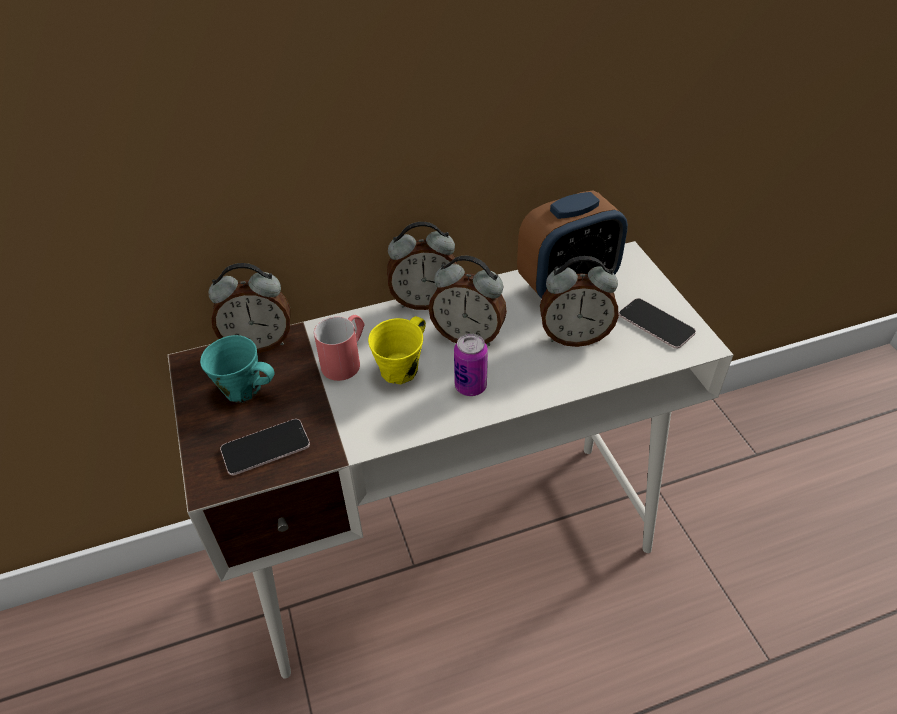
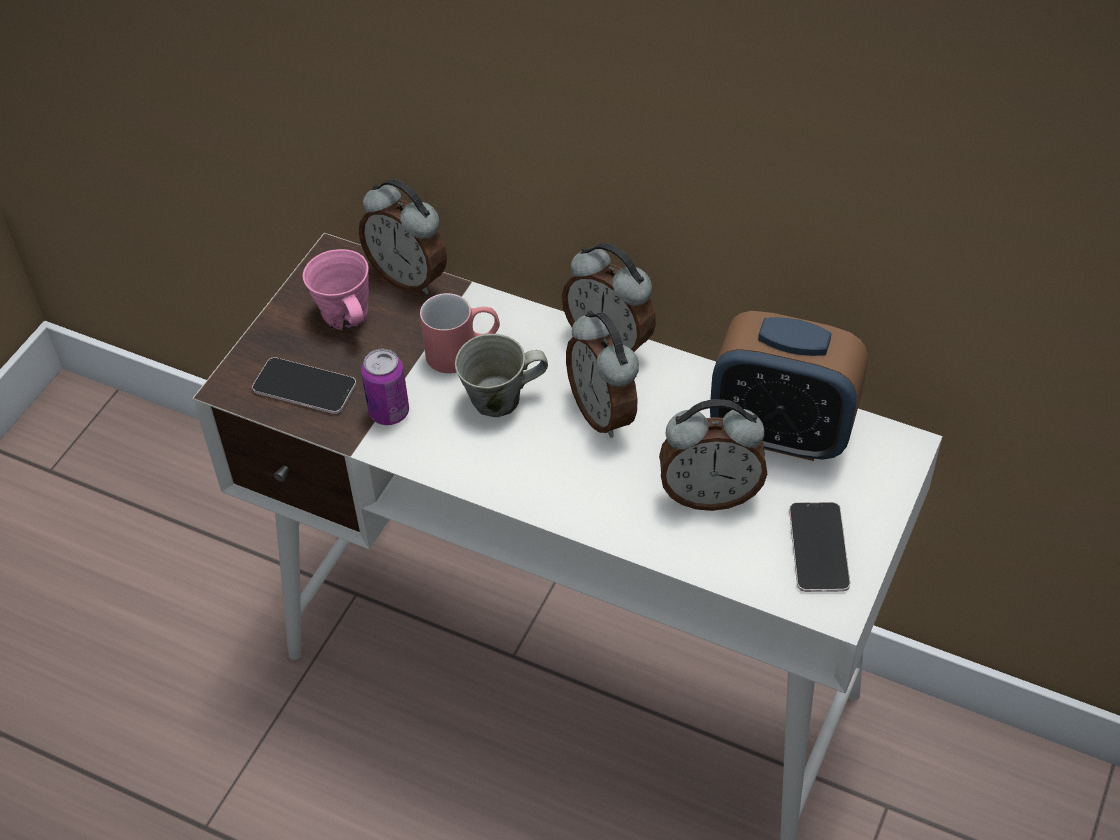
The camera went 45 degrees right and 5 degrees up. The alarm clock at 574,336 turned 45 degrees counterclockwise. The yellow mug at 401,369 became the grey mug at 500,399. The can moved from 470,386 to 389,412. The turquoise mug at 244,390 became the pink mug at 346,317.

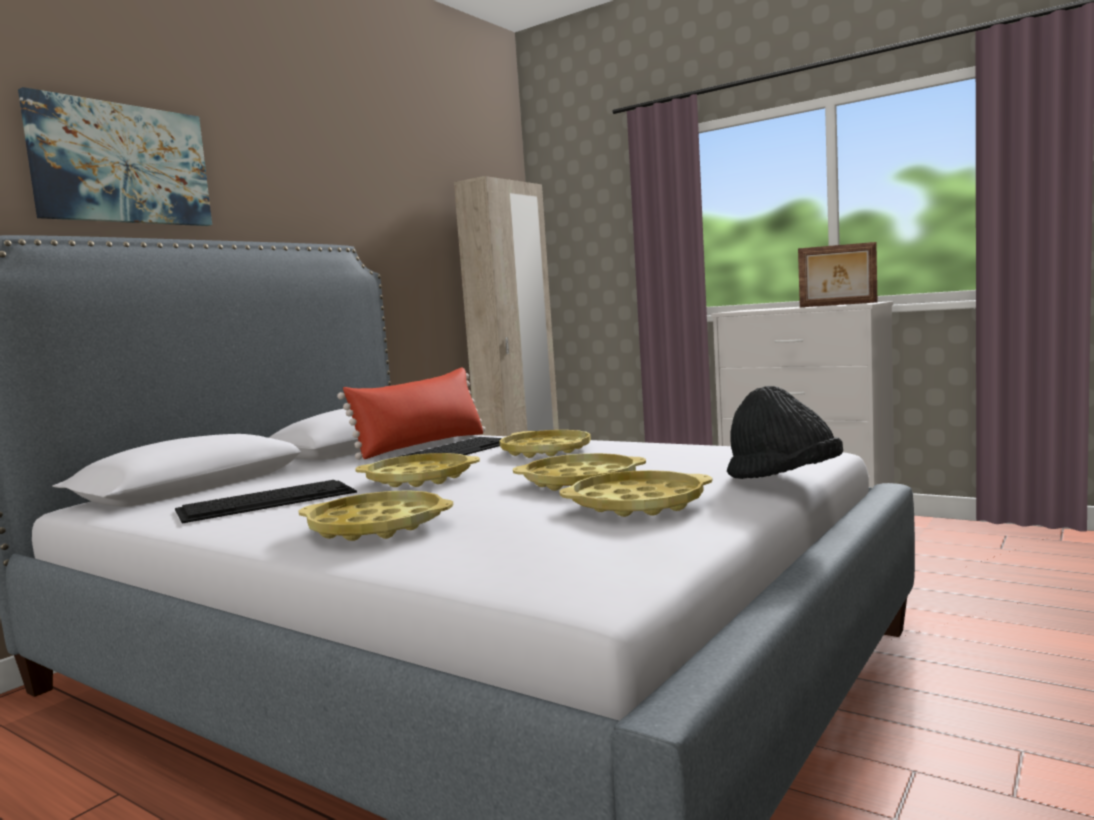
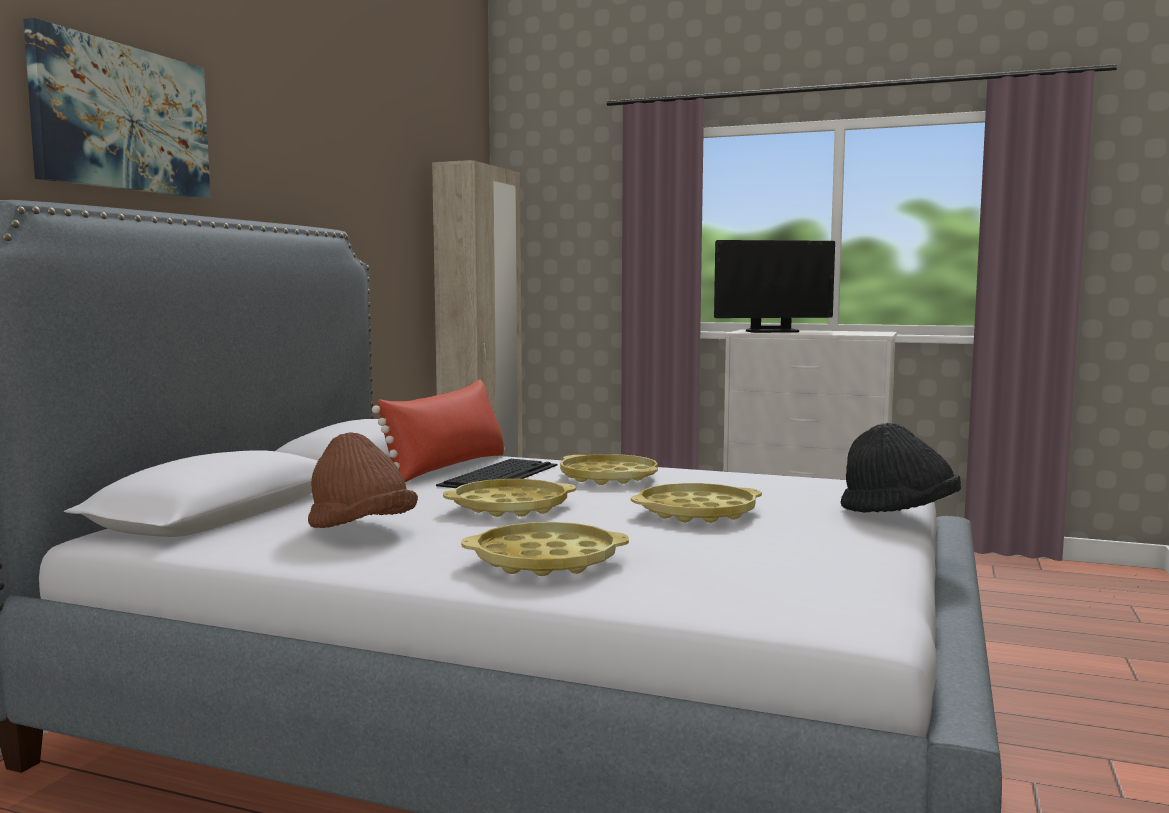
The camera went 15 degrees left and 0 degrees up. The picture frame at 838,304 disappeared. The yellow tray at 637,504 disappeared. The keyboard at 268,500 was replaced by the brown hat at 361,530. The monitor at 772,331 appeared.

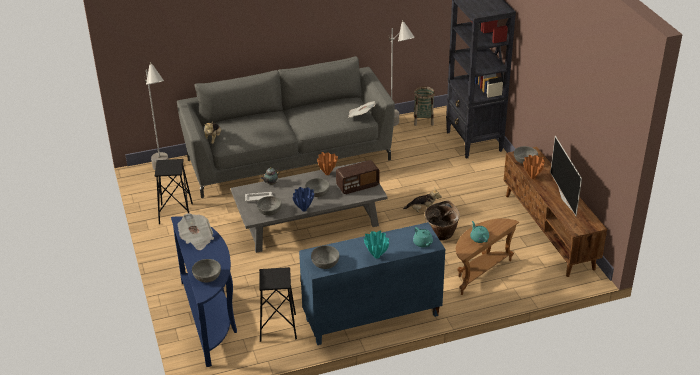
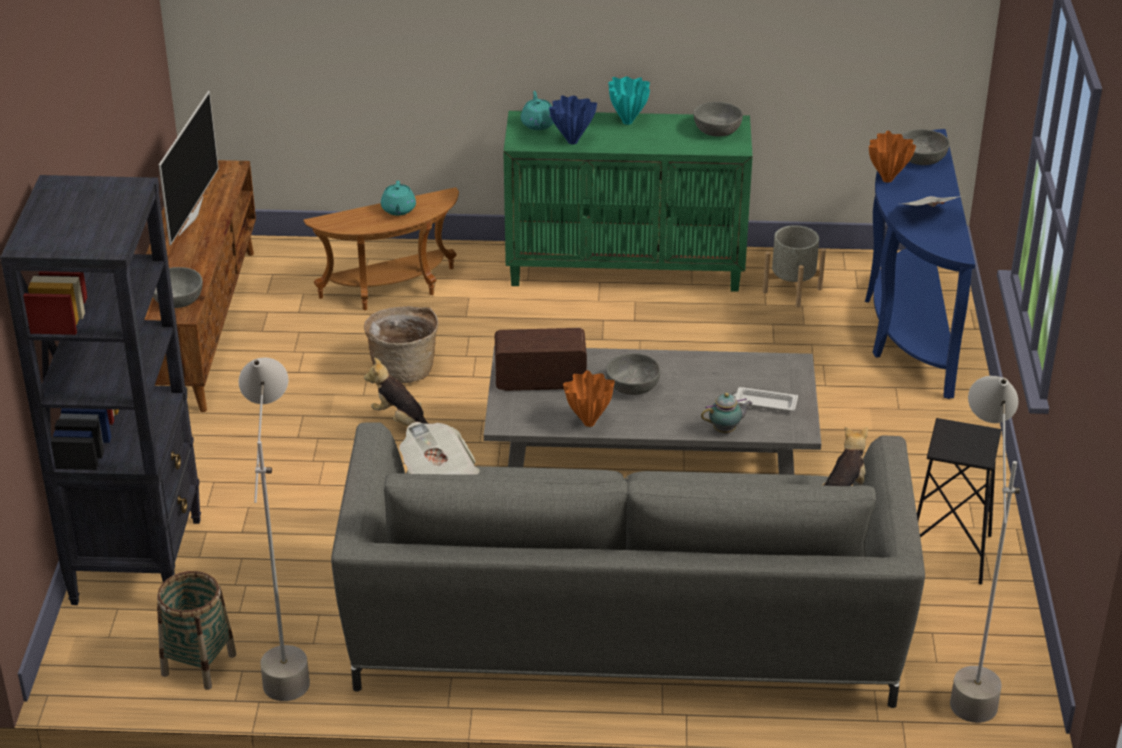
The camera went 160 degrees left and 0 degrees up. The orange vase moved from 532,177 to 887,180. The blue vase moved from 304,209 to 571,142. The grey bowl at 269,211 disappeared. The blue cabinet at 371,318 became the green cabinet at 626,269. The black stool at 278,327 was replaced by the grey planter at 792,290.

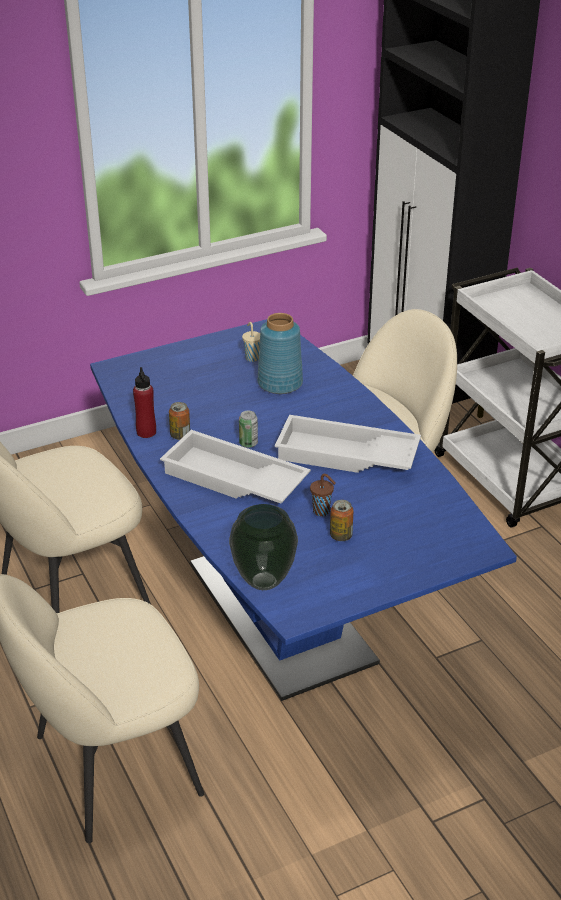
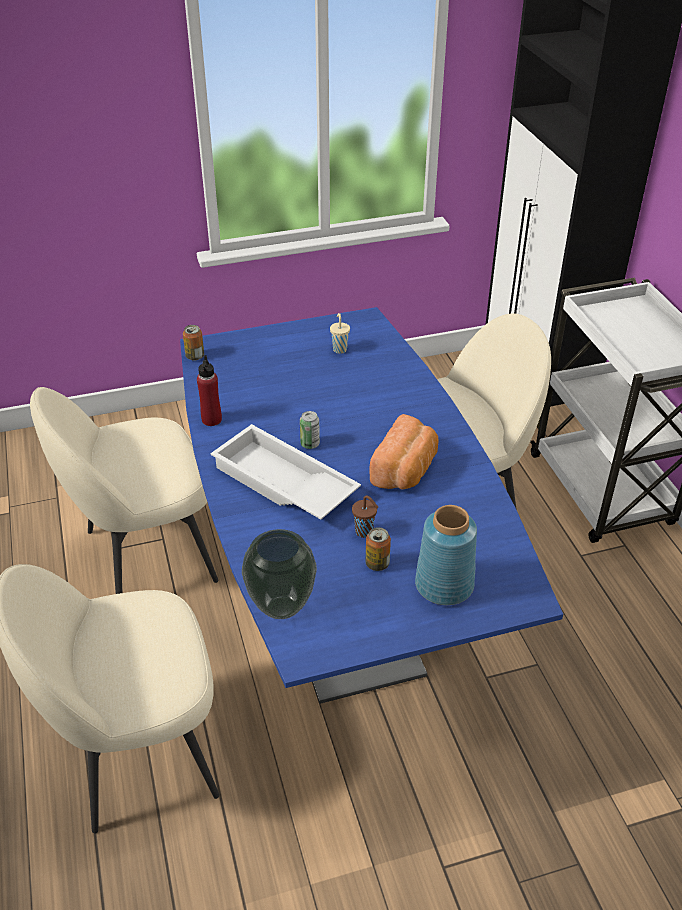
The camera went 10 degrees right and 5 degrees up. The blue vase moved from 281,383 to 445,584. The can moved from 180,435 to 195,356. The white tray at 345,456 was replaced by the bread at 406,470.

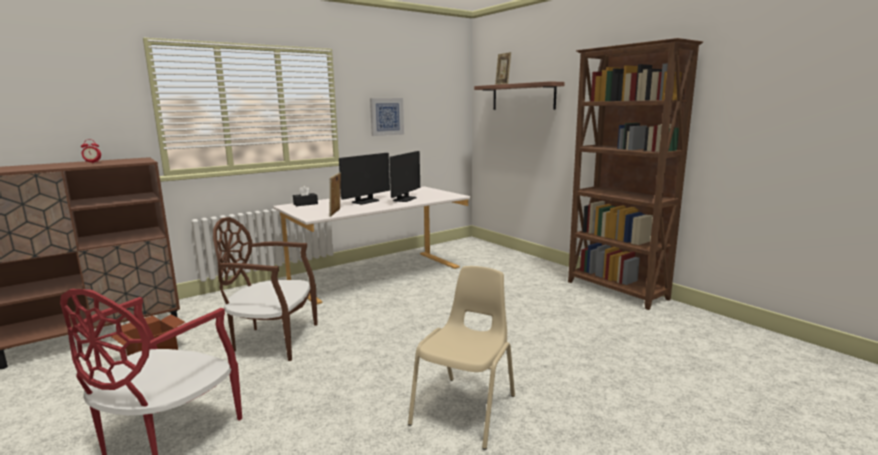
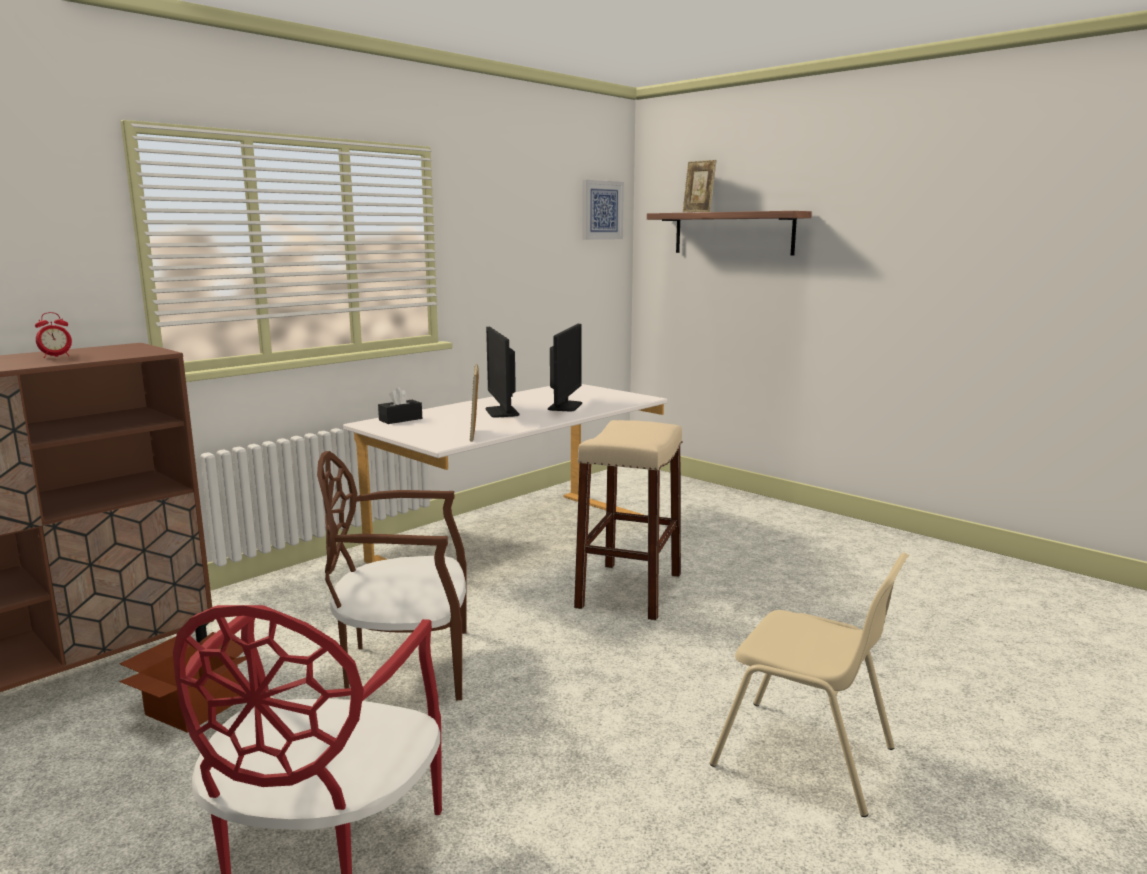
The camera went 10 degrees left and 0 degrees up. The brown bookcase at 616,291 disappeared. The picture moved from 386,116 to 601,210. The monitor at 365,201 turned 135 degrees clockwise. The beige chair at 466,409 turned 105 degrees clockwise. The beige stool at 629,591 appeared.

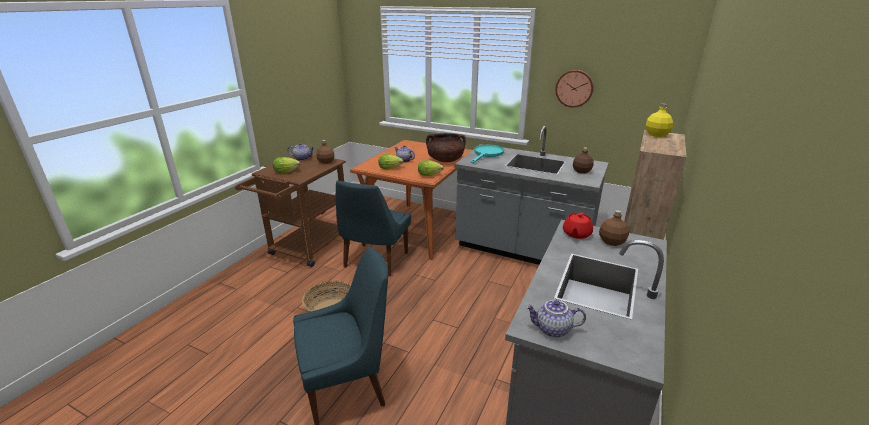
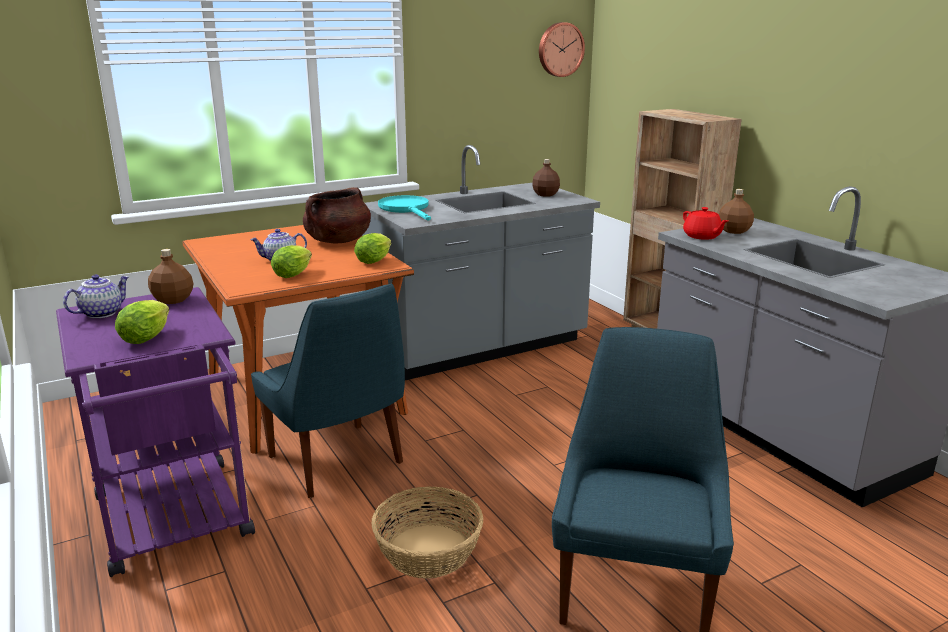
The camera went 55 degrees left and 5 degrees down. The wall clock moved from 574,88 to 560,49. The yellow bottle at 656,134 disappeared. The brown cart at 305,249 became the purple cart at 176,524. The teapot at 552,330 disappeared.

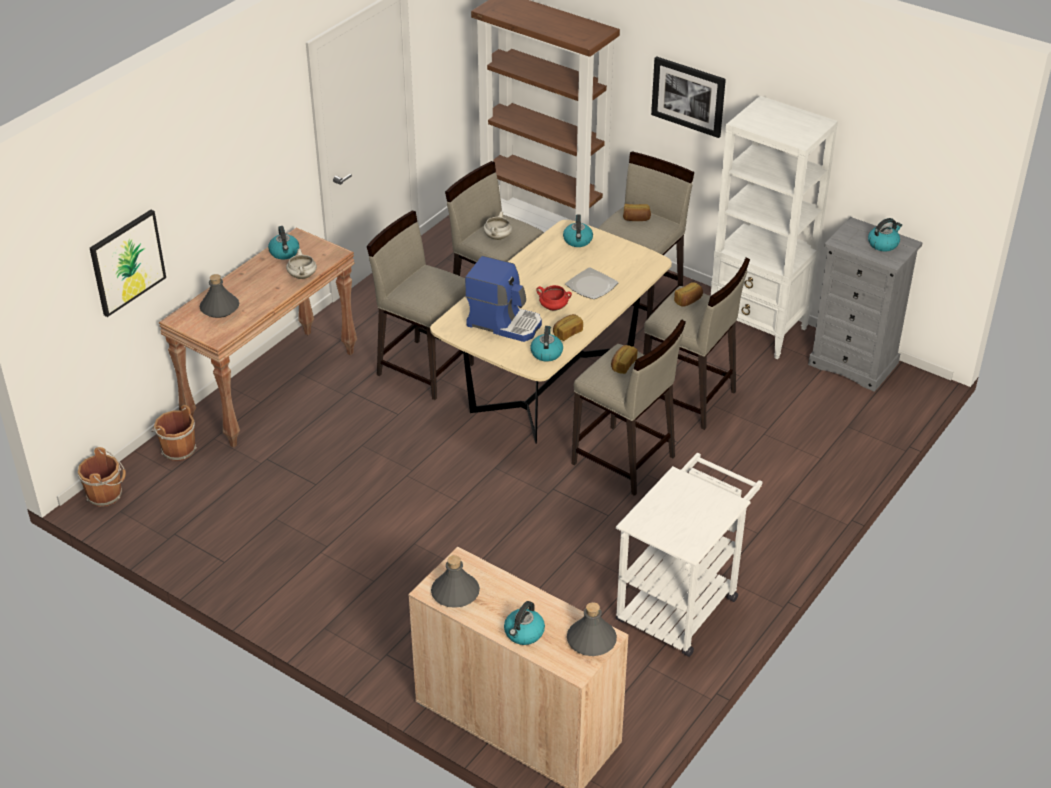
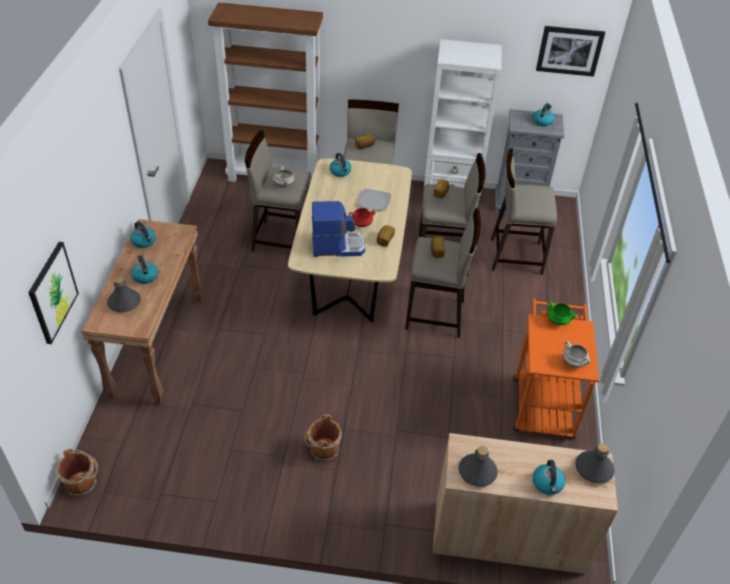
The camera went 30 degrees left and 5 degrees up. The picture moved from 688,96 to 569,50. The beige stool moved from 425,368 to 515,256. The white cooking pot moved from 302,276 to 574,362. The kettle moved from 546,353 to 145,276. The brown bucket moved from 177,449 to 323,450. The white cart at 682,602 became the orange cart at 542,401. The green cooking pot at 557,321 appeared.

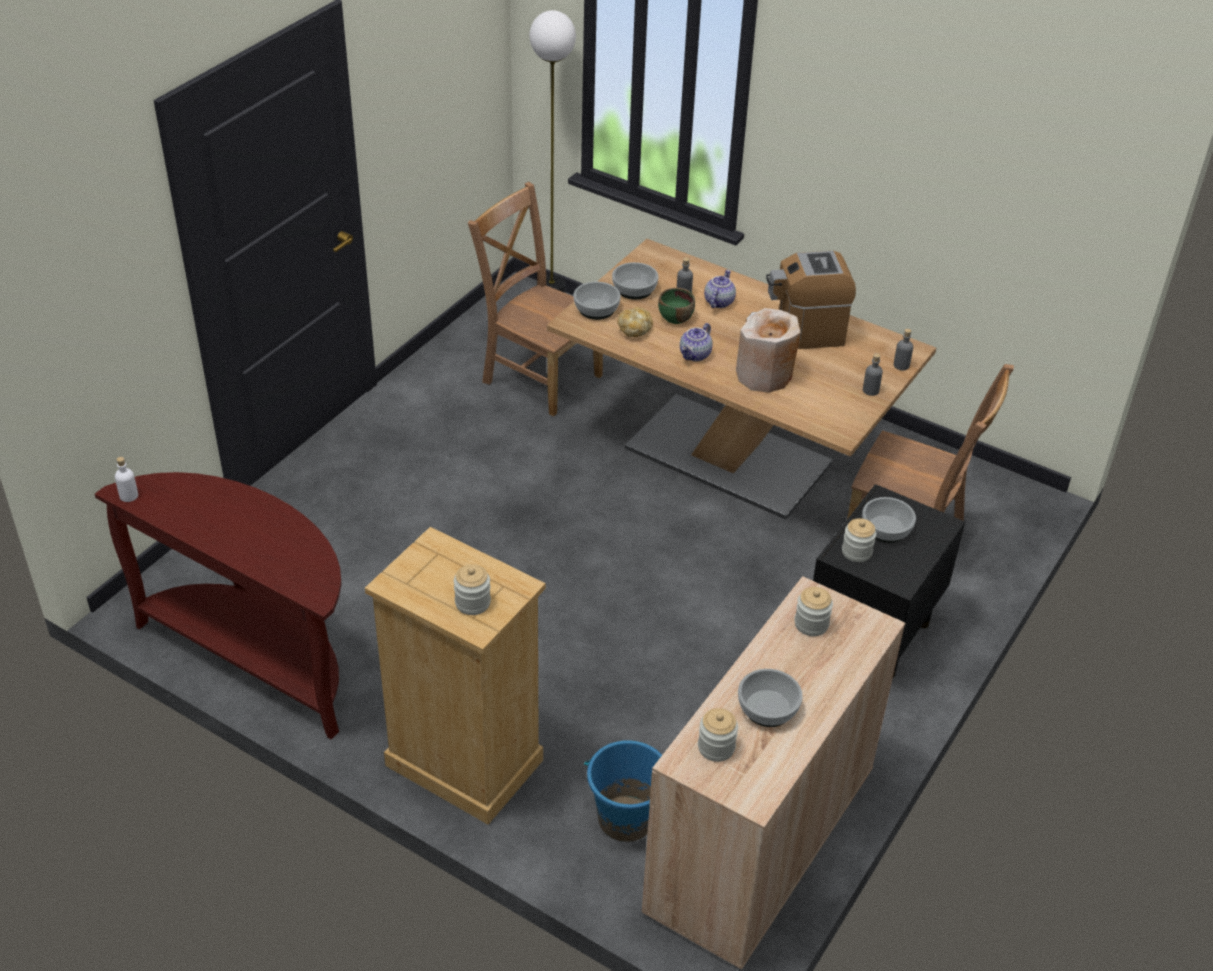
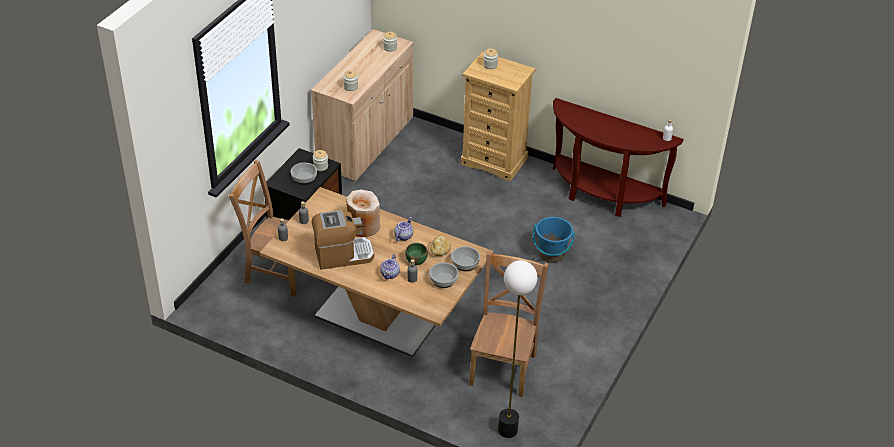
The camera went 175 degrees right and 0 degrees up. The brown chair at 539,376 turned 105 degrees counterclockwise. The bowl at 768,707 disappeared. The blue bucket moved from 626,818 to 551,254.

